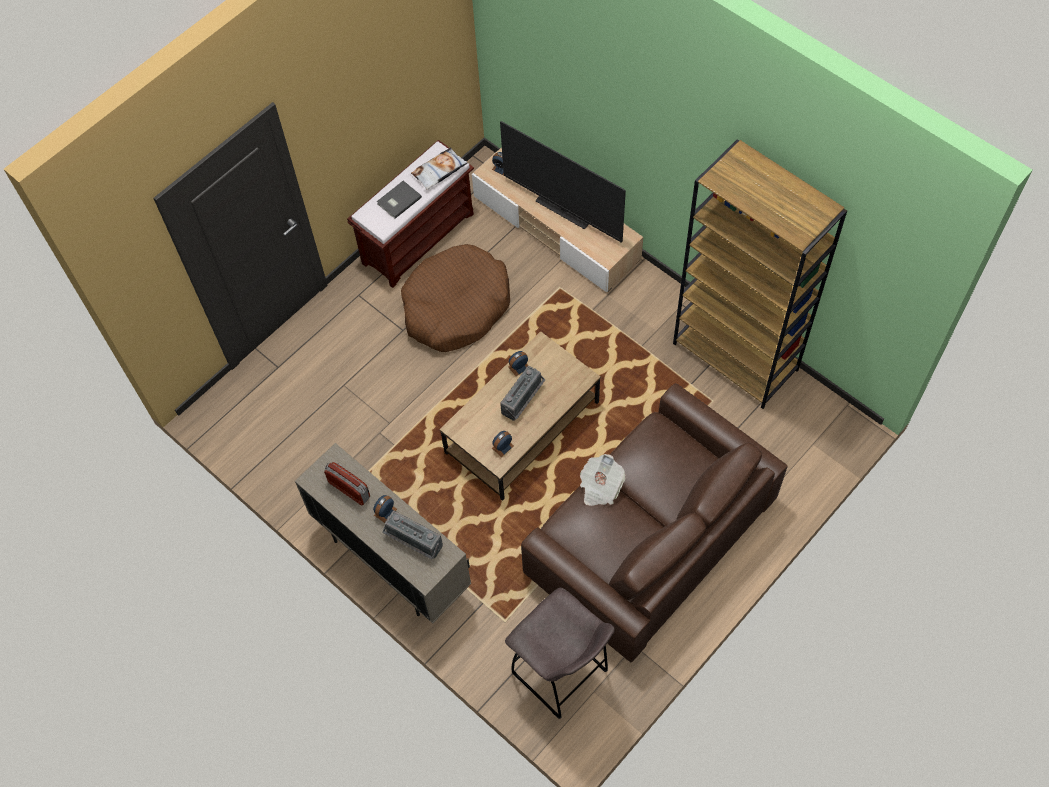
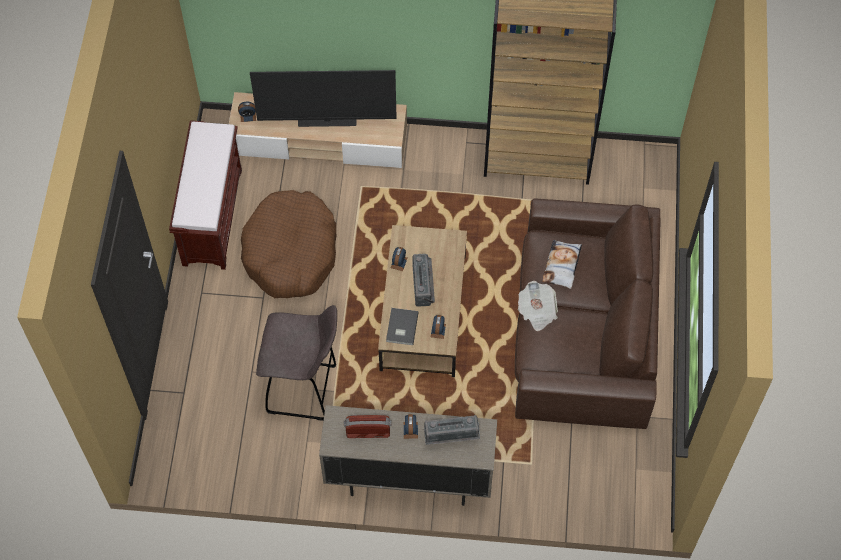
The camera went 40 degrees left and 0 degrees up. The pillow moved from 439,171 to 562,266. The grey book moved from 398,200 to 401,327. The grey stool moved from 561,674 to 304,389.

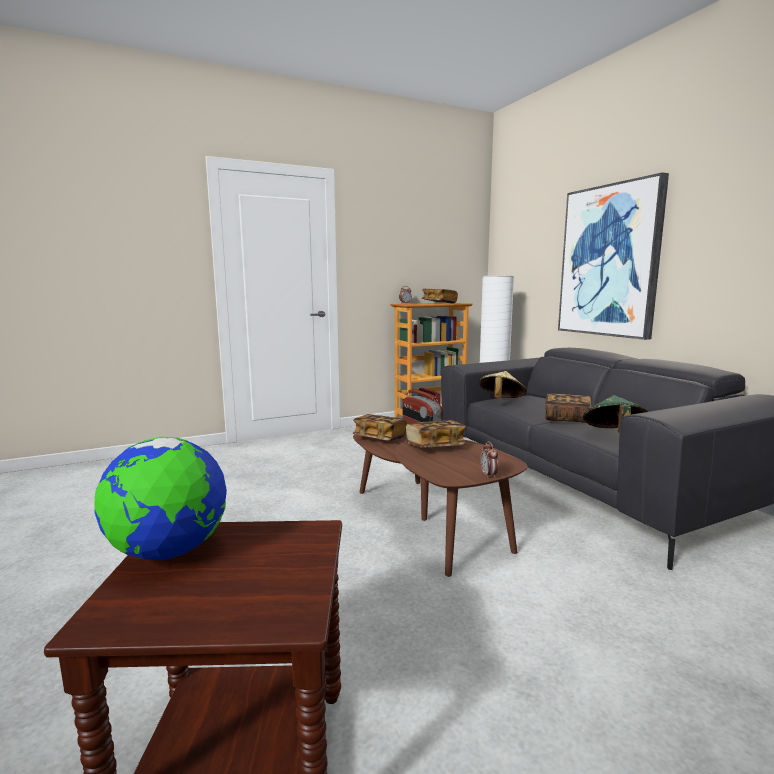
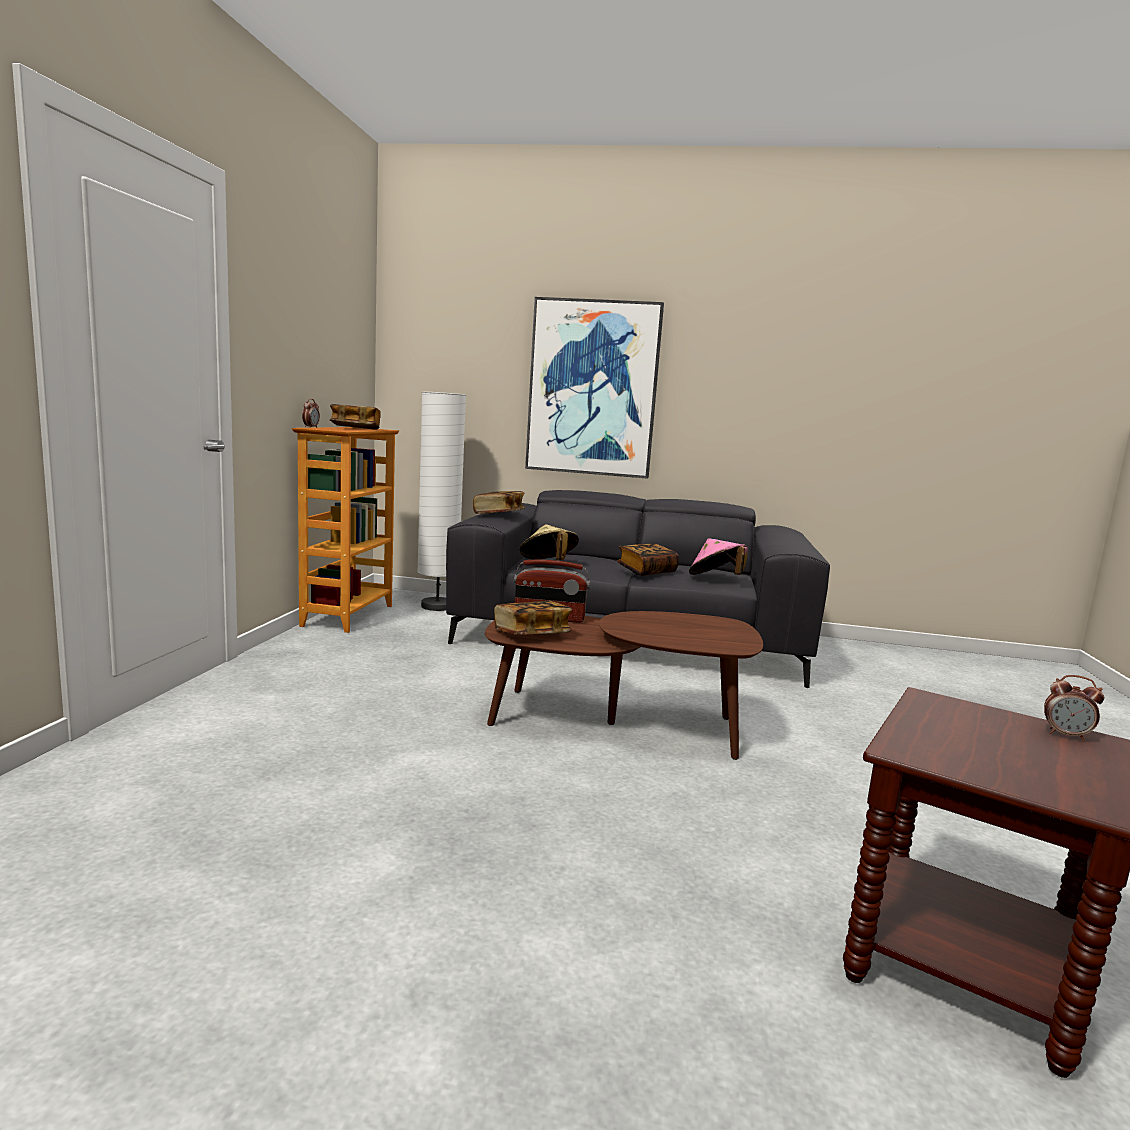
The camera went 55 degrees left and 0 degrees up. The green hat at 613,434 became the pink hat at 715,578. The book moved from 435,446 to 498,514. The globe at 169,552 disappeared. The alarm clock moved from 488,475 to 1066,735.

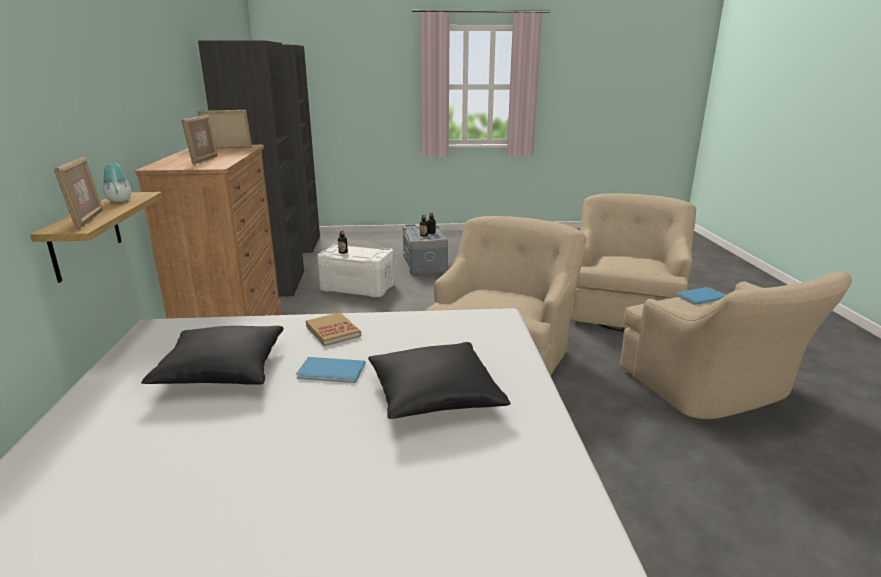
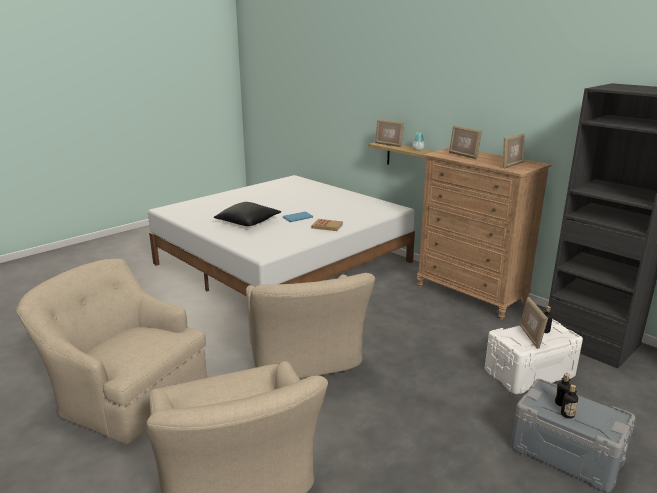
The camera went 140 degrees right and 0 degrees up. The blue book at 699,297 disappeared. The black pillow at 222,371 disappeared. The picture frame at 530,337 appeared.

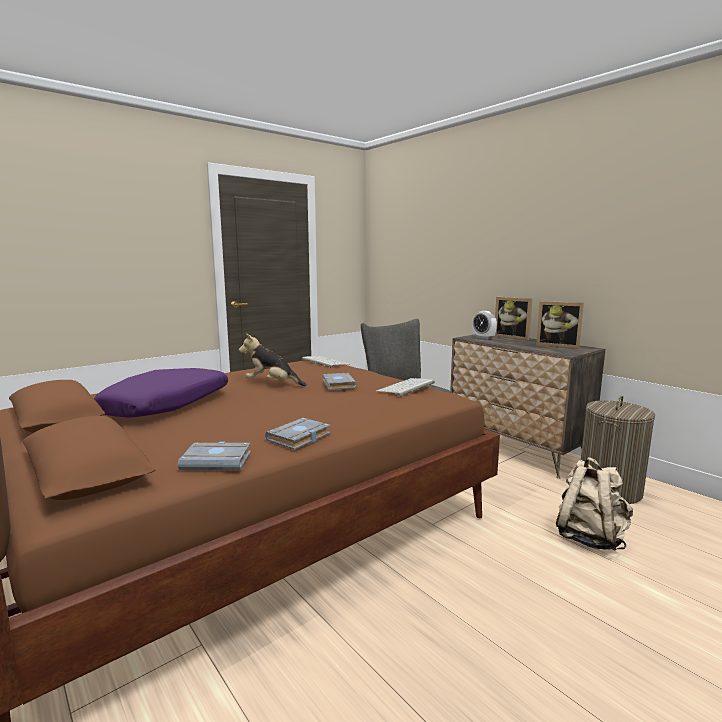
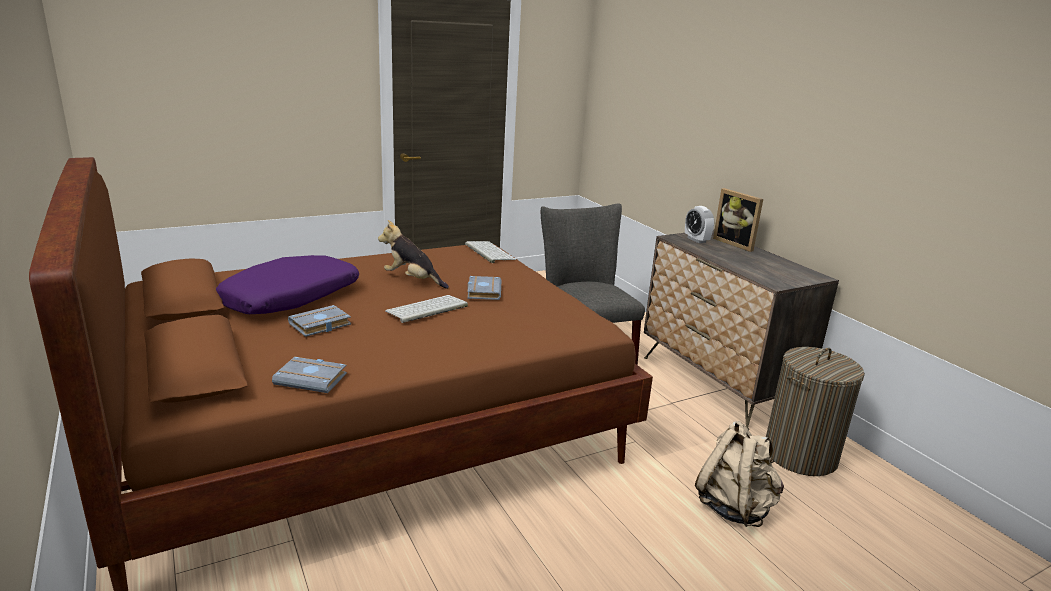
The camera went 10 degrees right and 10 degrees up. The picture frame at 557,345 disappeared. The keyboard moved from 406,387 to 426,309. The grey book moved from 299,438 to 320,325.

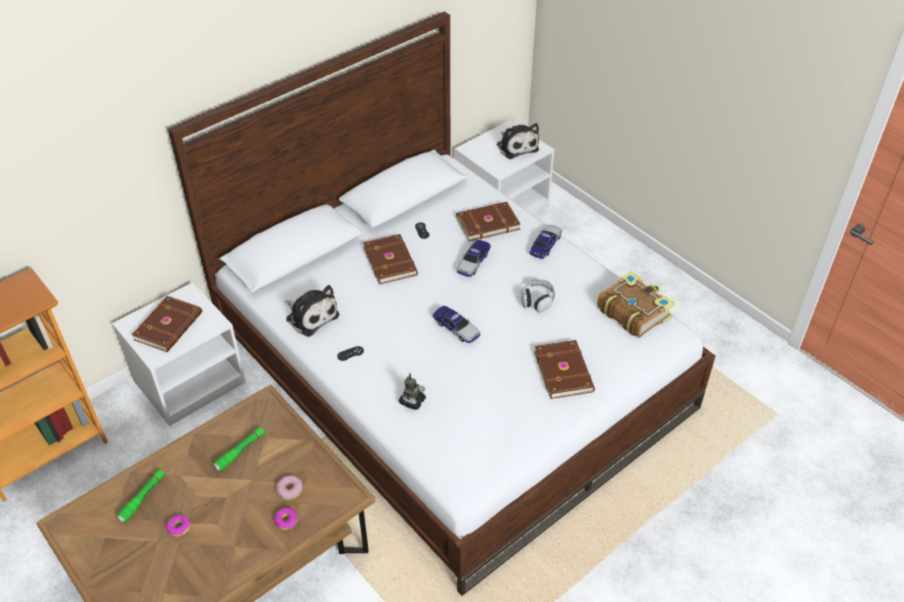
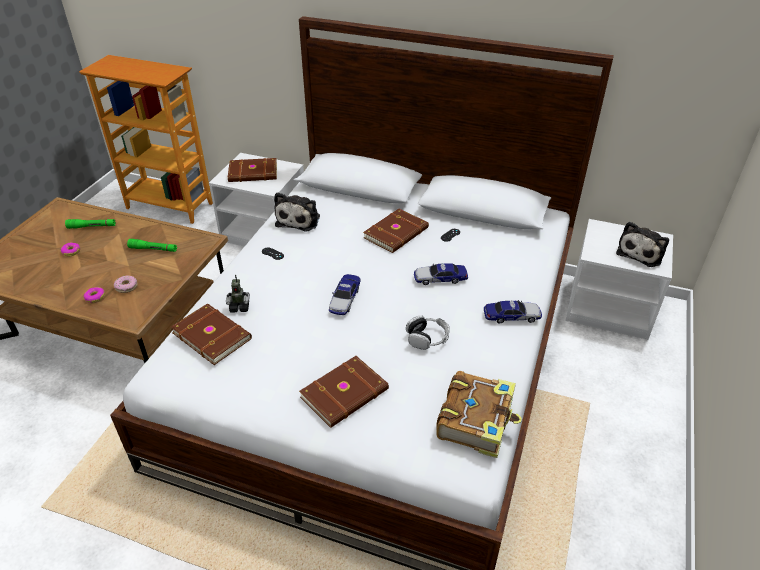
The camera went 60 degrees right and 5 degrees down. The brown book moved from 487,223 to 212,335.

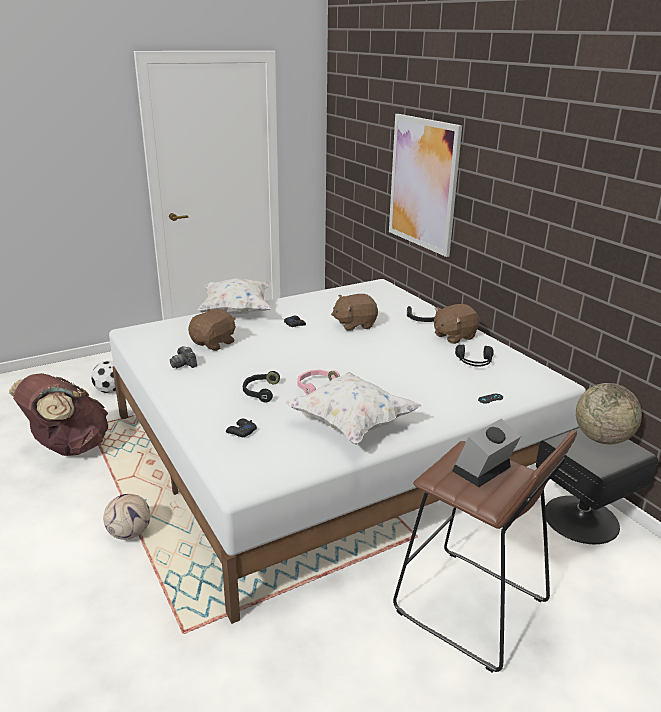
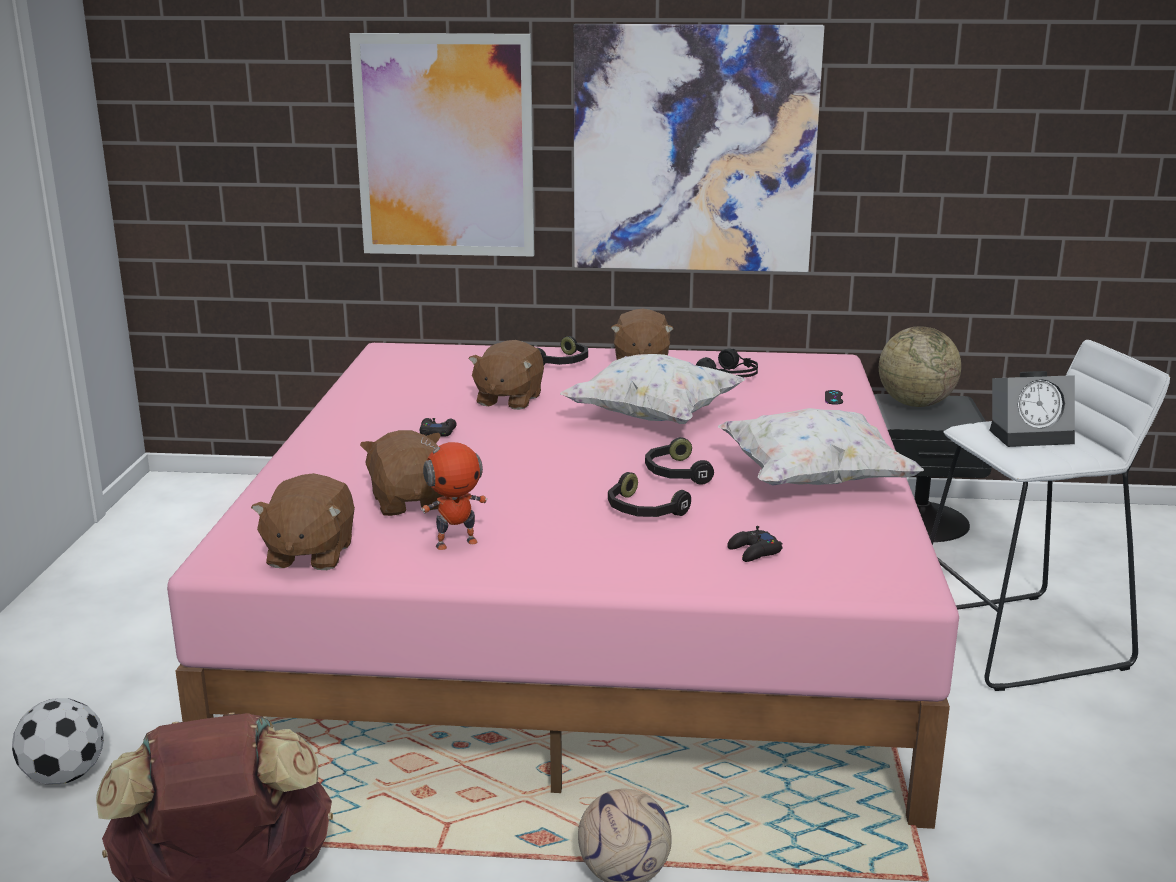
The camera went 55 degrees left and 5 degrees down. The white pillow moved from 236,311 to 652,418. The white bed at 328,446 became the pink bed at 589,613. The photo camera at 184,364 was replaced by the toy robot at 456,543. The pink headphones at 315,386 became the black headphones at 674,473. The alarm clock at 482,471 turned 90 degrees counterclockwise. The brown stool at 471,608 became the white stool at 1020,641. The picture at 694,150 appeared. The brown plush toy at 309,554 appeared.

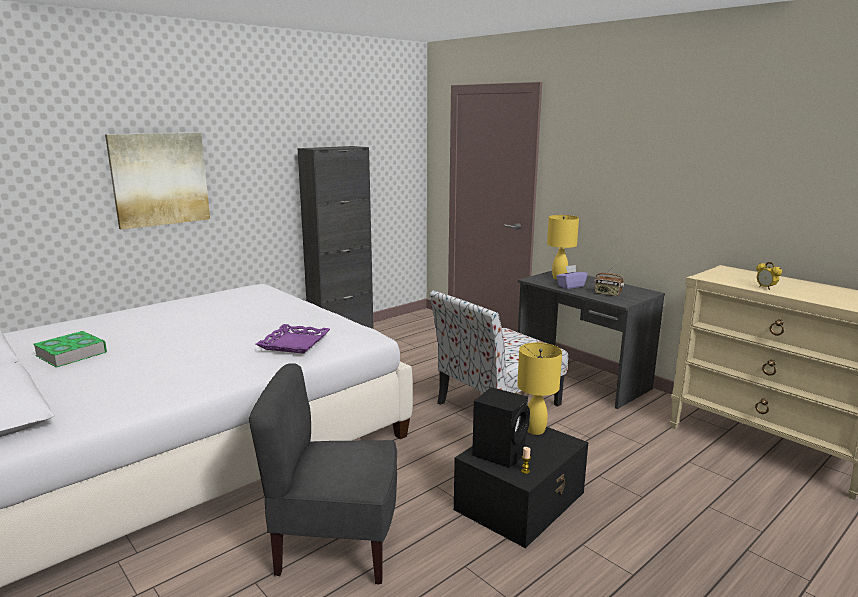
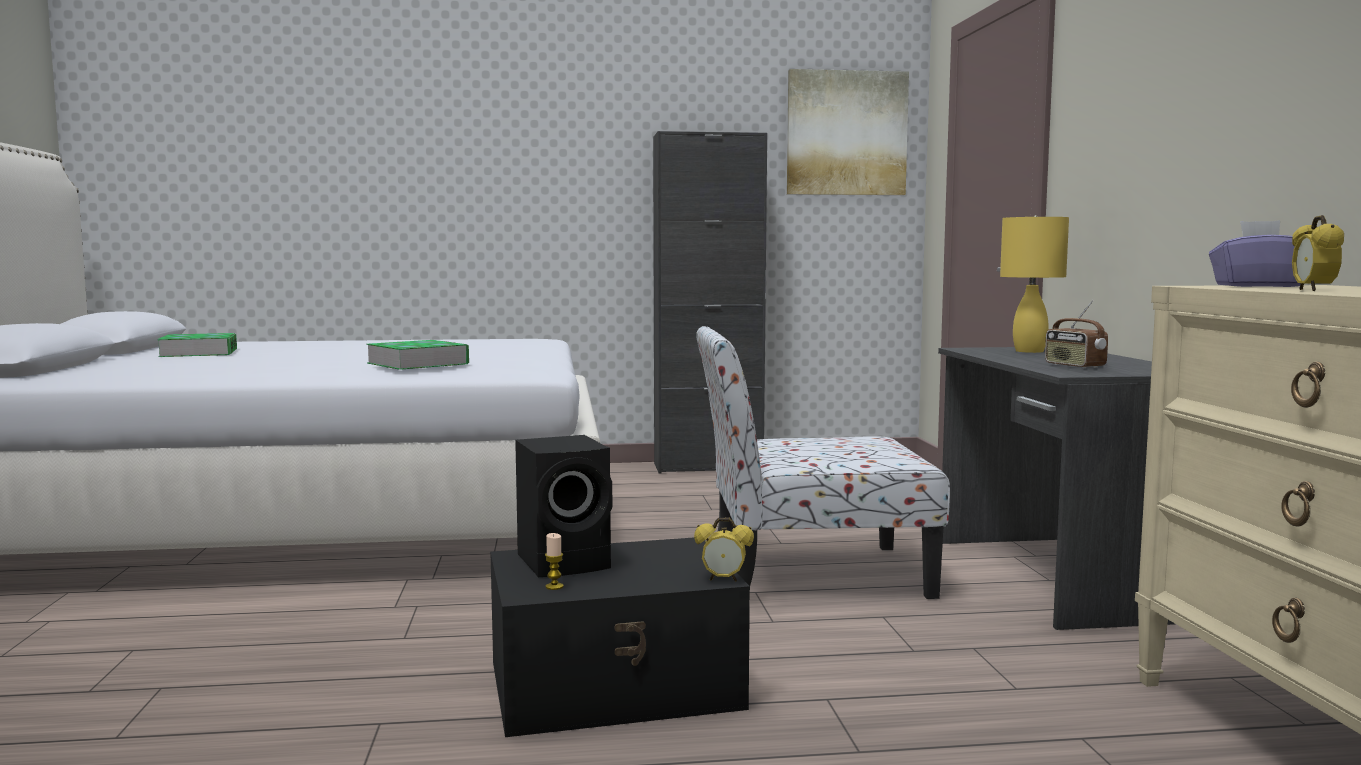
The camera went 35 degrees right and 10 degrees down. The picture moved from 160,179 to 846,133. The purple tissue box moved from 570,286 to 1258,286. The purple tray at 294,343 was replaced by the book at 418,363. The yellow table lamp at 534,430 disappeared. The grey chair at 336,545 disappeared. The alarm clock at 723,579 appeared.

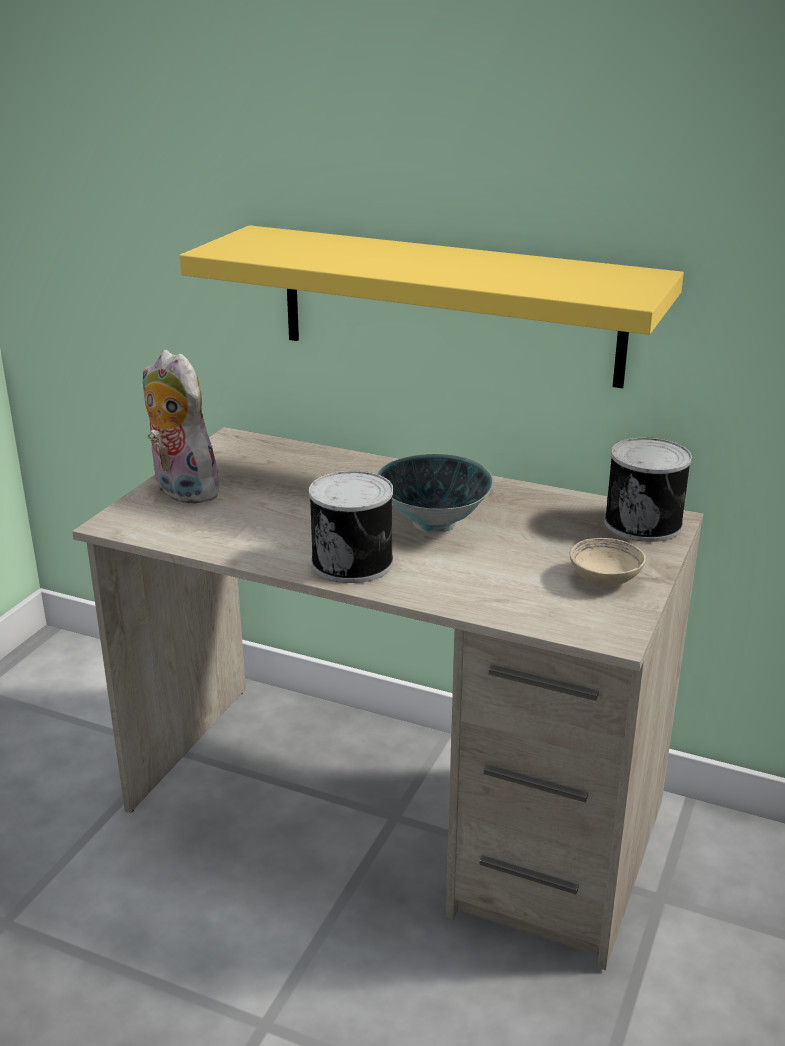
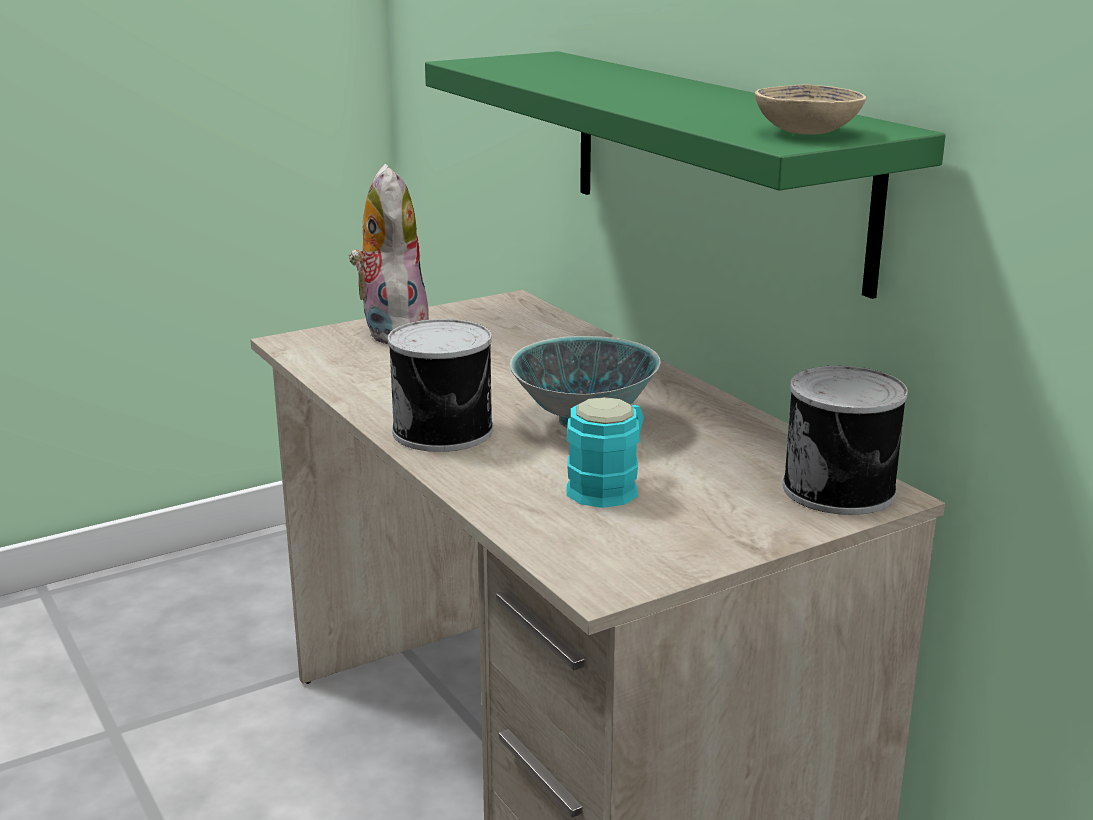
The camera went 35 degrees right and 5 degrees down. The yellow shelf at 449,305 became the green shelf at 713,162. The beige bowl moved from 605,579 to 807,132. The turquoise mug at 610,485 appeared.

